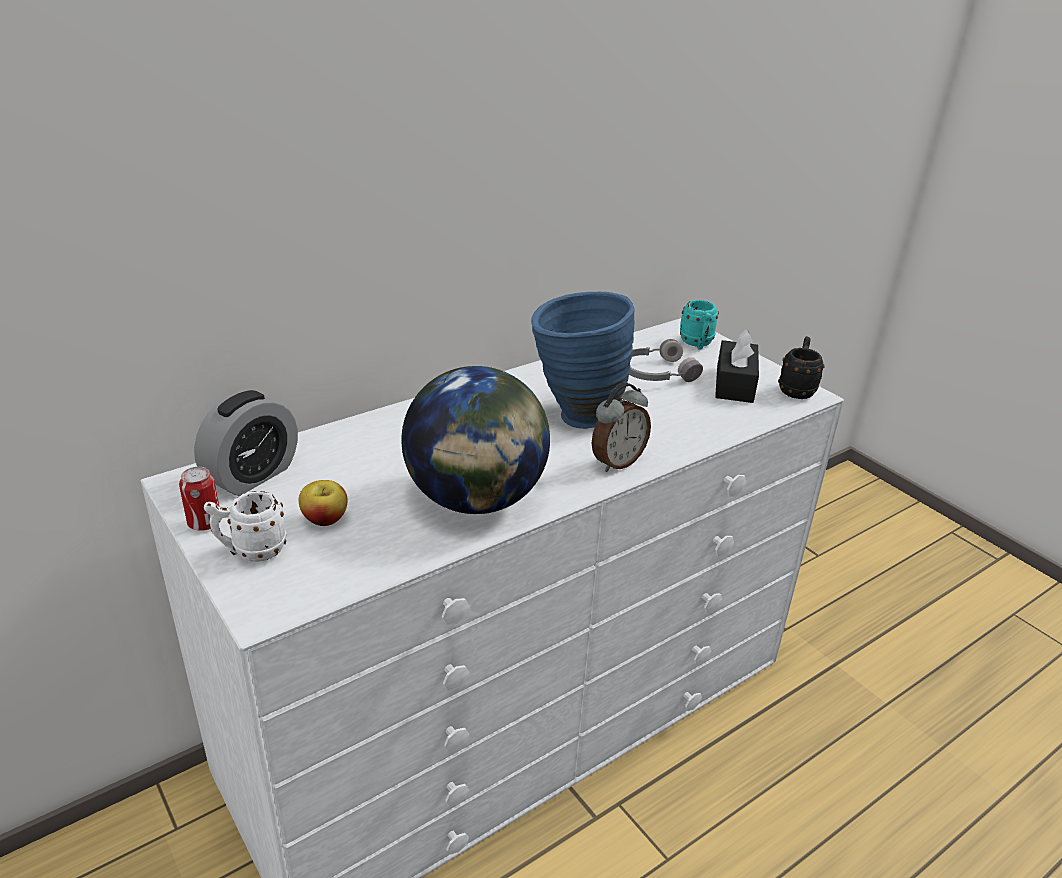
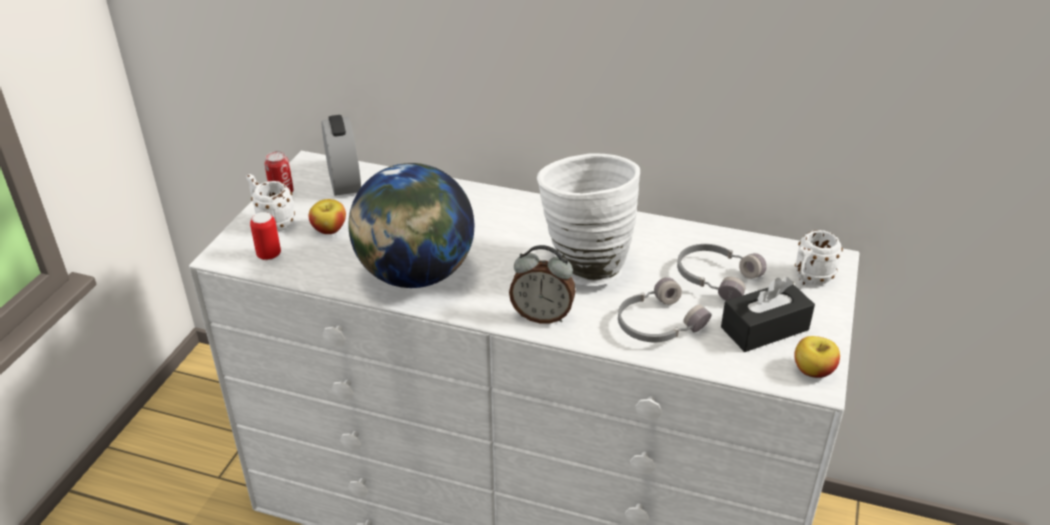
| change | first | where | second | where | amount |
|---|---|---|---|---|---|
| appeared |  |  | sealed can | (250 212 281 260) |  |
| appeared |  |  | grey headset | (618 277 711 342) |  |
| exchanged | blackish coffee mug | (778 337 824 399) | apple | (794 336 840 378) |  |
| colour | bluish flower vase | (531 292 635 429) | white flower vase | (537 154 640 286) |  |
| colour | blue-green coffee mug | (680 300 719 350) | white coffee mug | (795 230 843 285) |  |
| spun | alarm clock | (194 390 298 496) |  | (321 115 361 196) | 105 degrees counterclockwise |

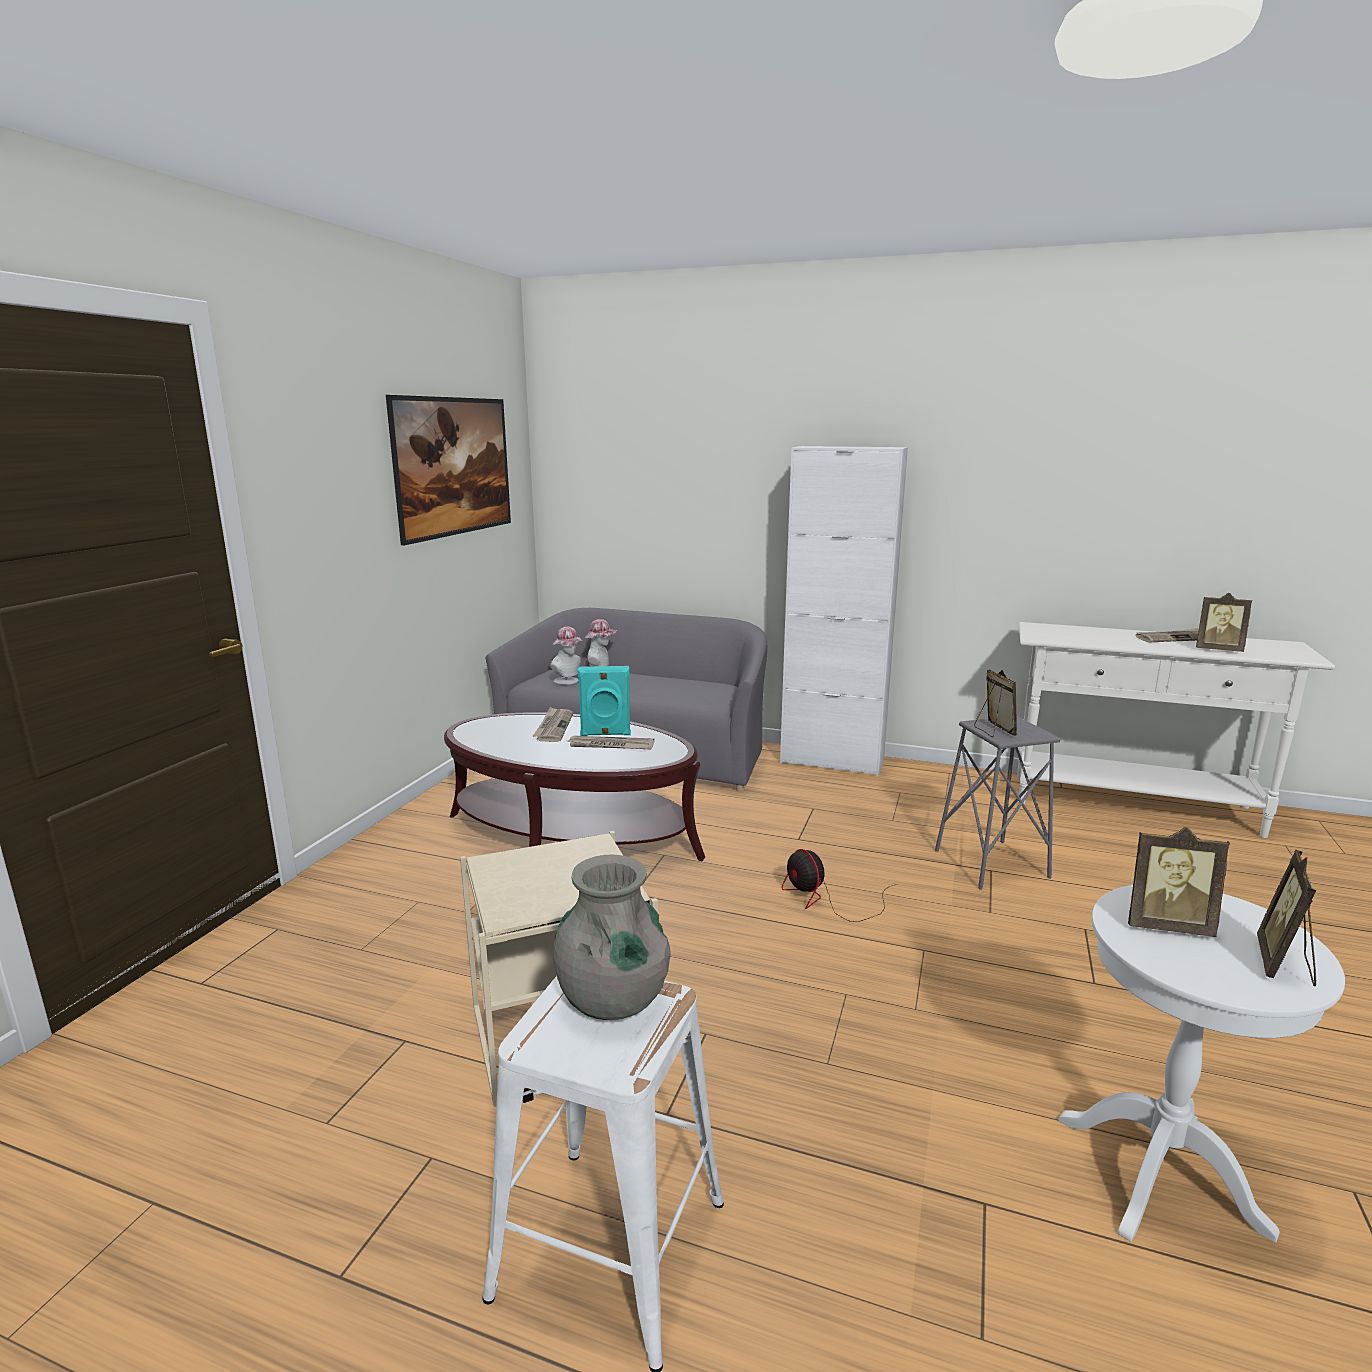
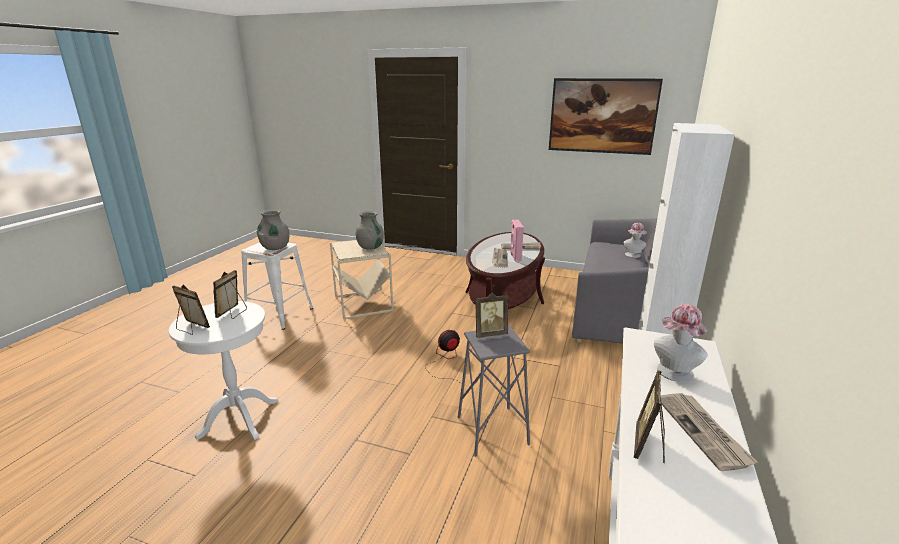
| change | first | where | second | where | amount |
|---|---|---|---|---|---|
| appeared |  |  | grey flower vase | (356 211 384 250) |  |
| relocated | hat | (550 627 582 685) |  | (654 304 708 382) |  |
| colour | blue-green audio speaker | (578 666 631 736) | pink-coloured audio speaker | (510 219 524 262) |  |

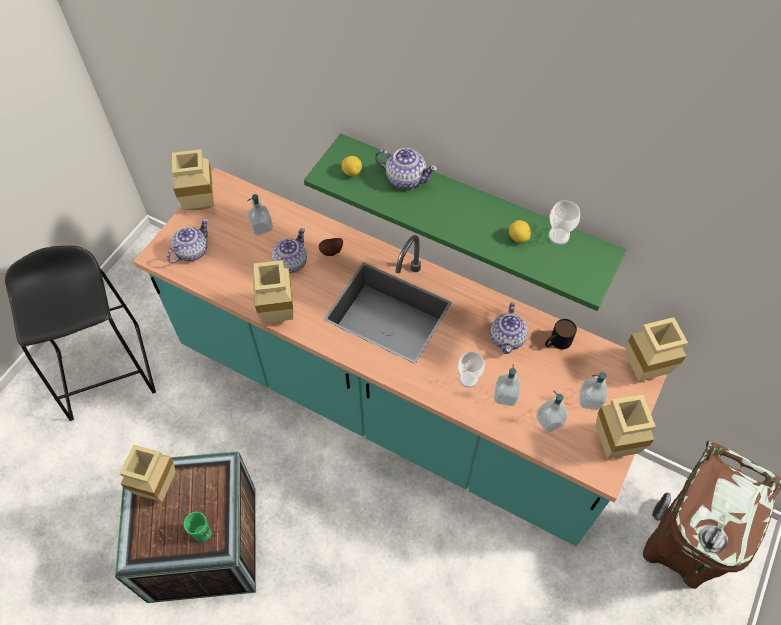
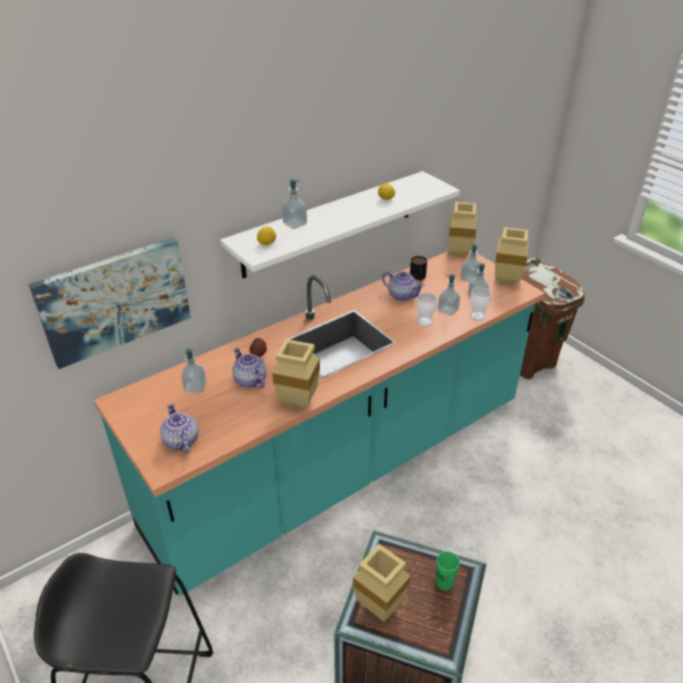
| change | first | where | second | where | amount |
|---|---|---|---|---|---|
| missing | beige-coloured flower vase | (172 149 214 210) |  |  |  |
| appeared |  |  | wall art | (29 237 191 369) |  |
| relocated | drinking cup | (548 200 580 245) |  | (470 287 491 321) |  |
| exchanged | tea pot | (375 148 438 189) | soap dispenser | (282 179 307 229) |  |
| colour | green bracket shelf | (304 134 626 311) | white bracket shelf | (220 171 460 278) |  |

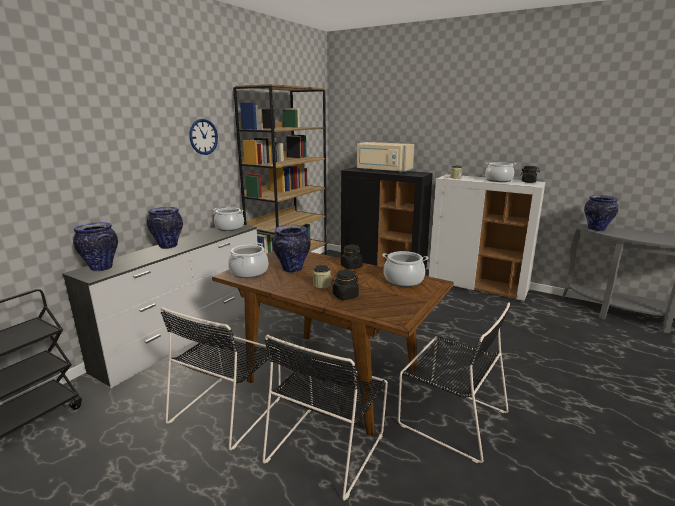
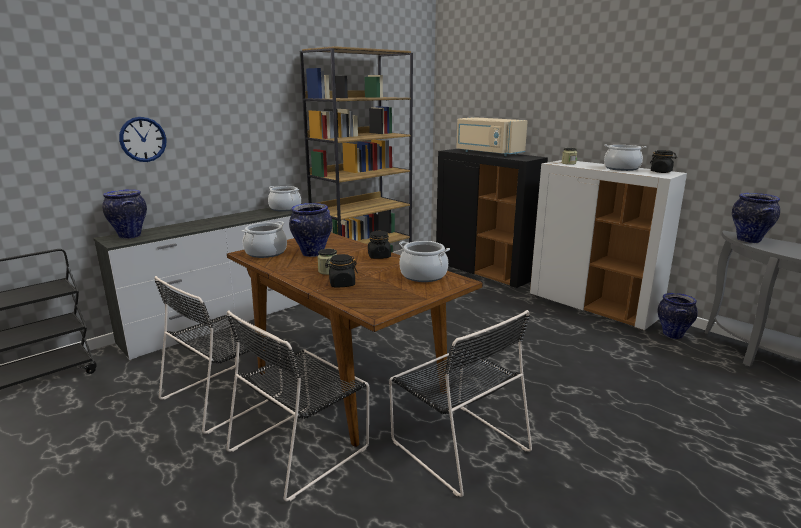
| change | first | where | second | where | amount |
|---|---|---|---|---|---|
| relocated | flower vase | (147 207 183 249) |  | (658 293 698 339) |  |
| relocated | hanging clock | (189 119 218 155) |  | (119 117 166 162) |  |

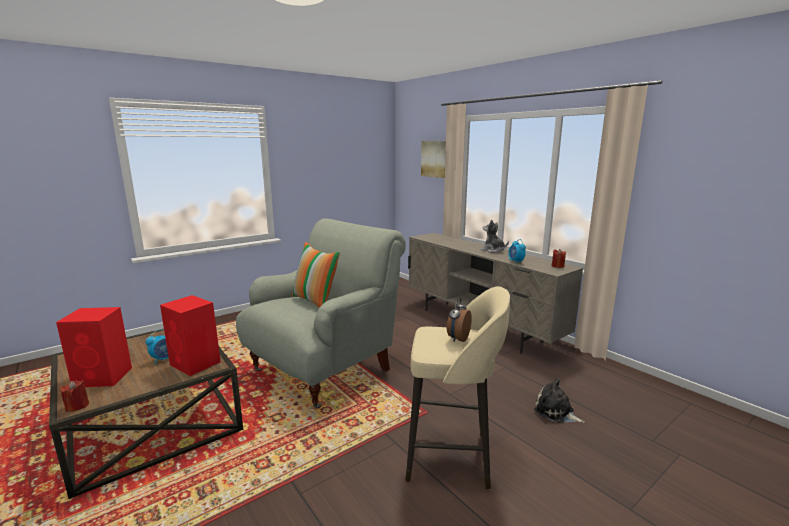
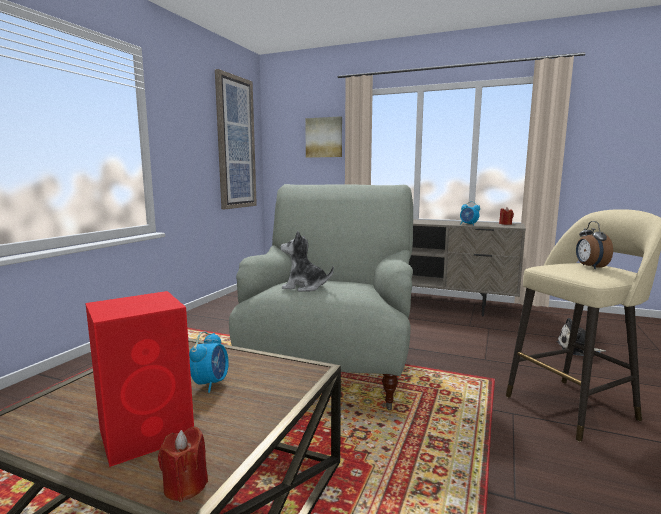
| change | first | where | second | where | amount |
|---|---|---|---|---|---|
| missing | reddish audio speaker | (160 295 221 376) |  |  |  |
| missing | pillow | (292 242 340 308) |  |  |  |
| appeared |  |  | wall art | (215 69 257 209) |  |
| relocated | soft toy | (480 219 509 253) |  | (281 231 334 292) |  |

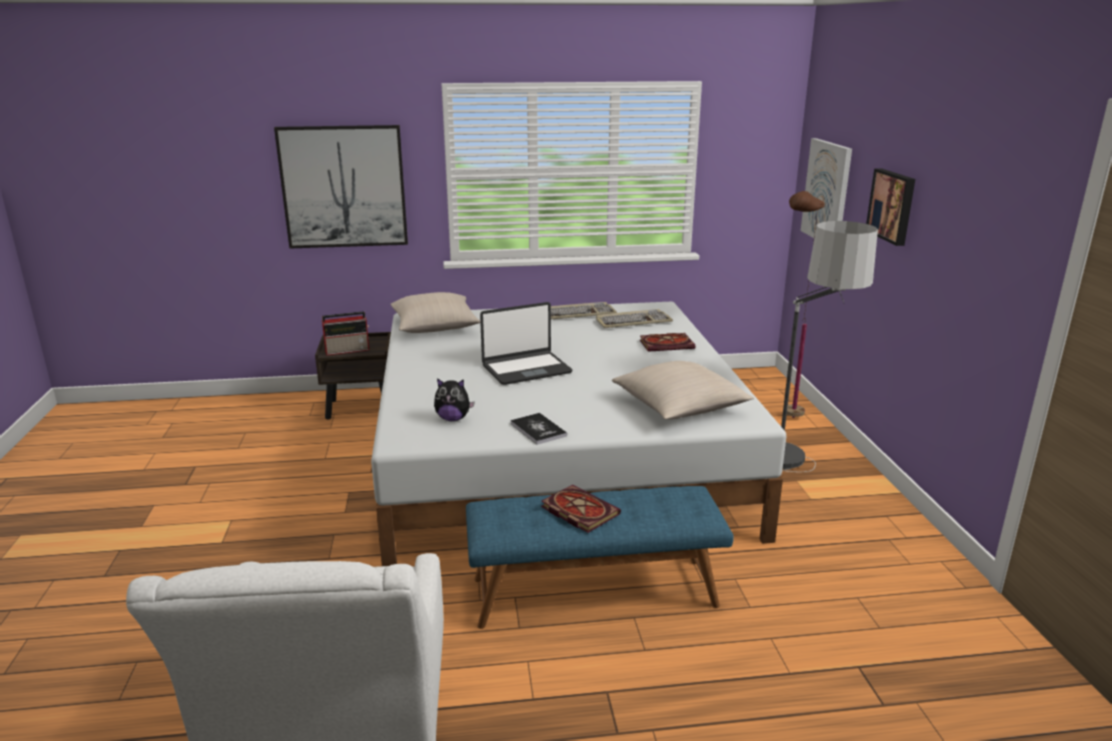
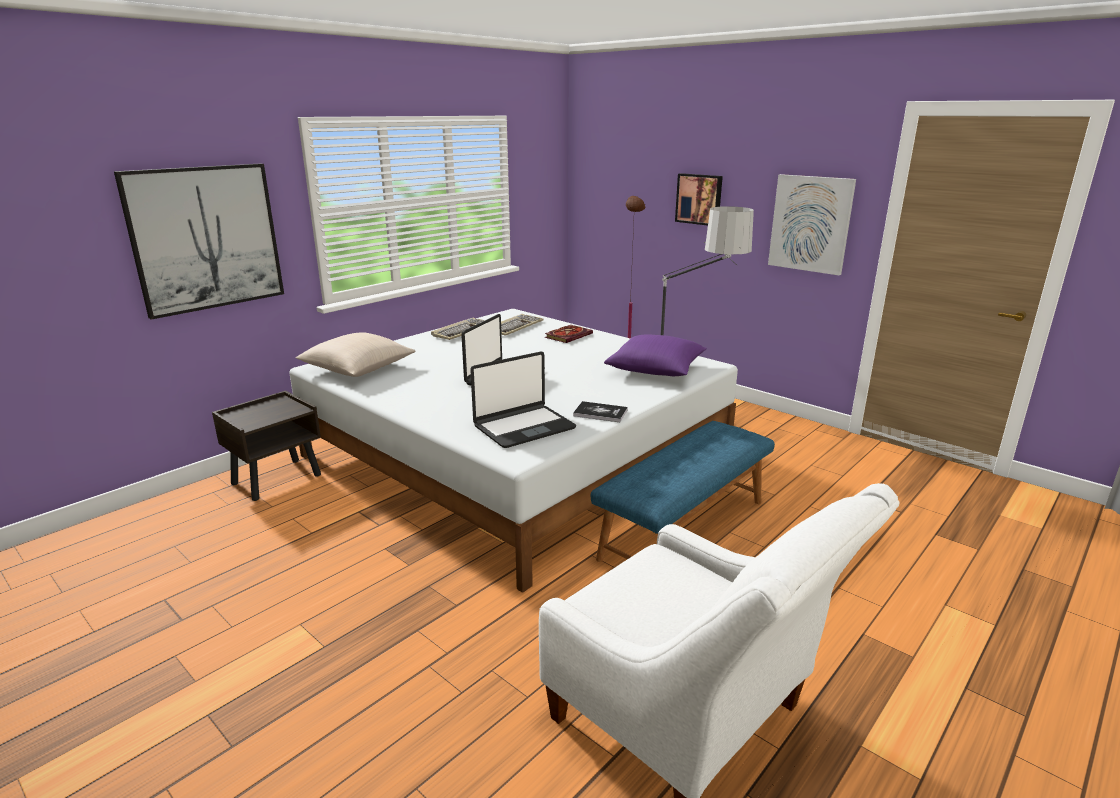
| change | first | where | second | where | amount |
|---|---|---|---|---|---|
| missing | radio receiver | (322 311 369 355) |  |  |  |
| missing | volume | (541 485 621 533) |  |  |  |
| relocated | wall art | (801 138 852 238) |  | (768 174 856 275) |  |
| exchanged | soft toy | (434 378 475 421) | laptop | (470 351 576 448) |  |
| colour | beige-coloured pillow | (612 361 754 419) | purple pillow | (604 335 707 376) |  |

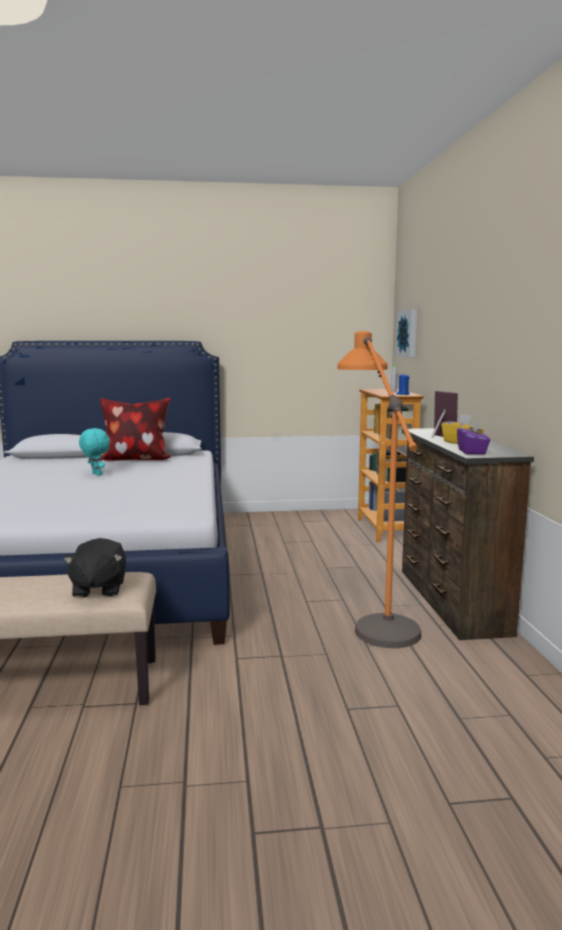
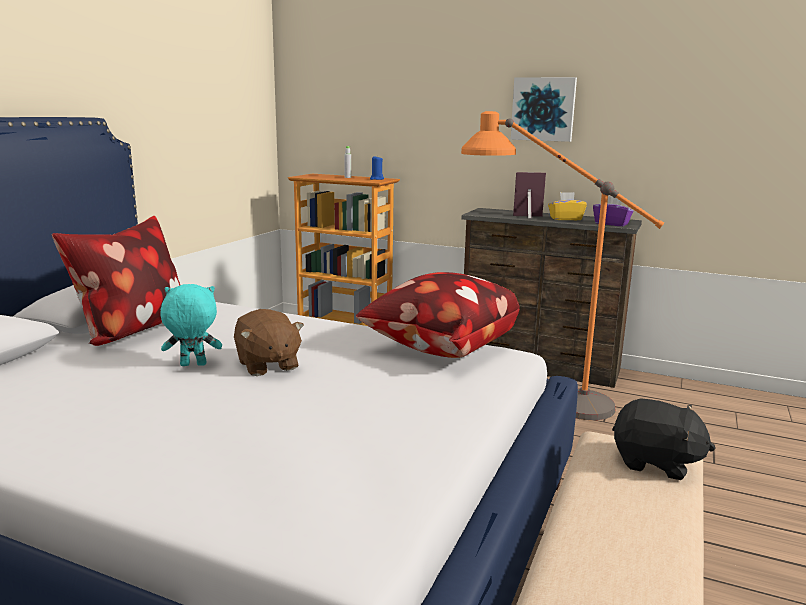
| change | first | where | second | where | amount |
|---|---|---|---|---|---|
| appeared |  |  | brown soft toy | (234 309 304 376) |  |
| appeared |  |  | pillow | (356 272 520 358) |  |
| relocated | wall art | (396 309 417 358) |  | (511 77 577 142) |  |

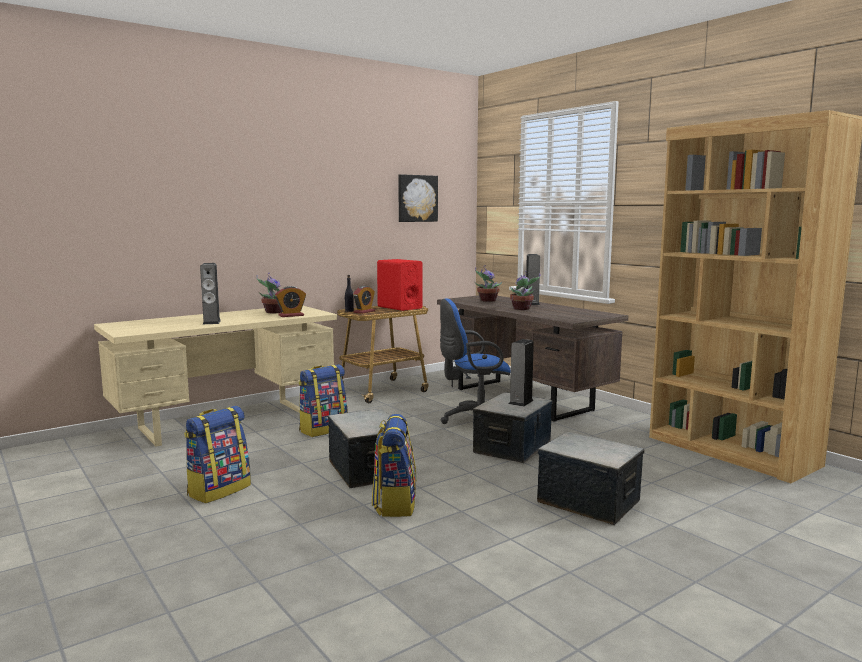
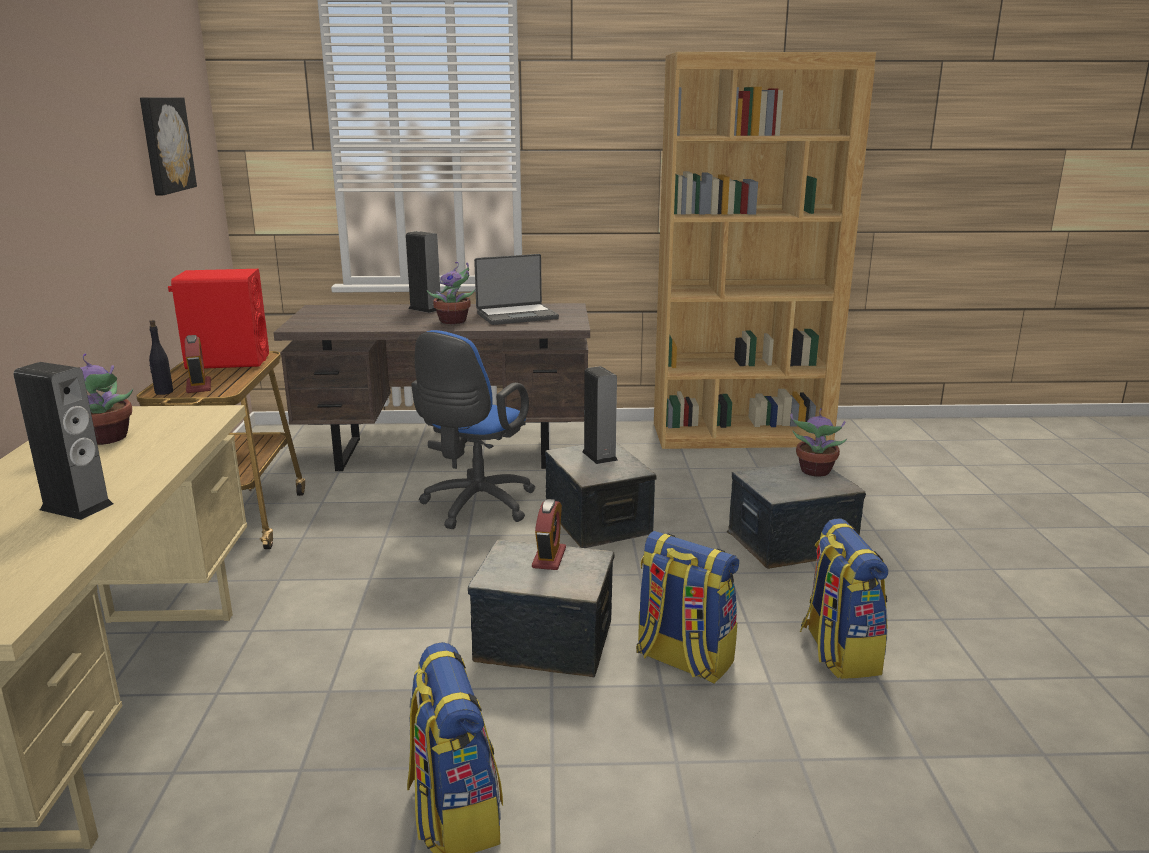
| change | first | where | second | where | amount |
|---|---|---|---|---|---|
| appeared |  |  | laptop | (474 254 559 325) |  |
| relocated | alarm clock | (275 286 306 317) |  | (532 499 566 570) |  |
| relocated | backpack | (299 364 348 437) |  | (800 519 888 679) |  |
| relocated | houseplant | (475 265 503 302) |  | (790 408 848 477) |  |

